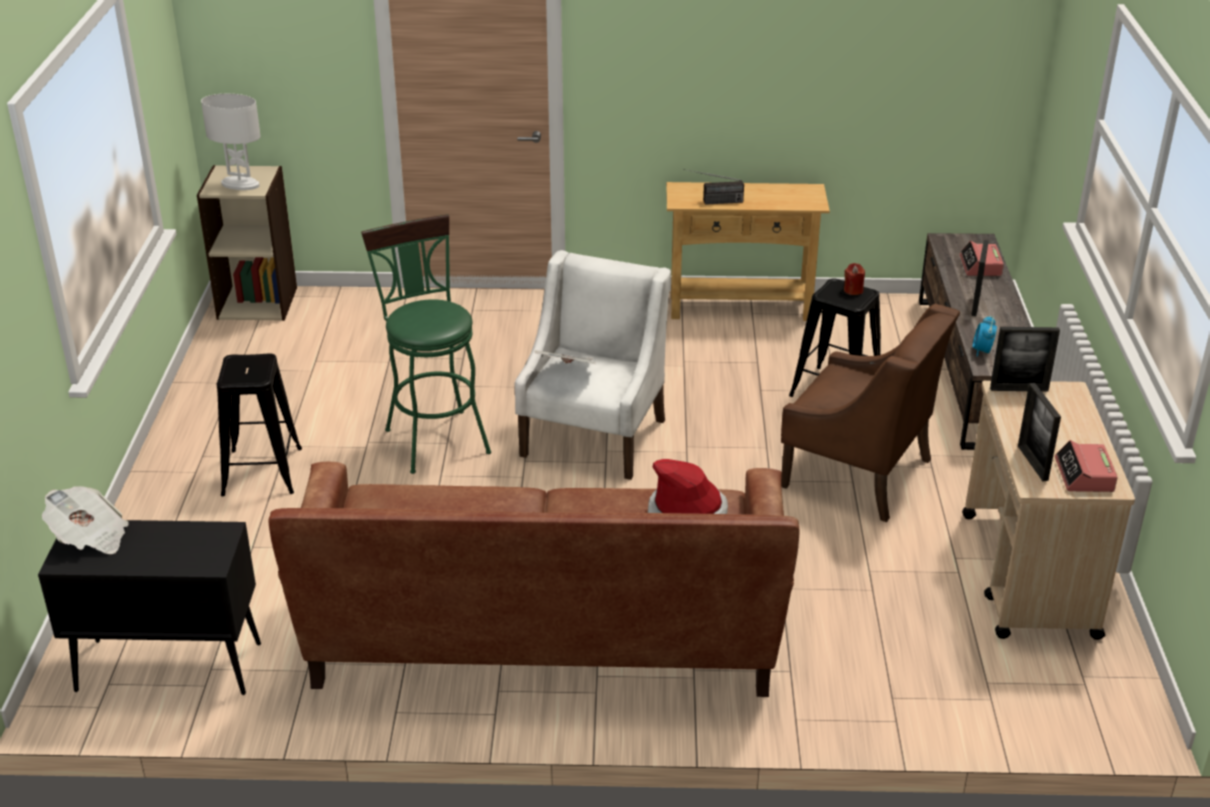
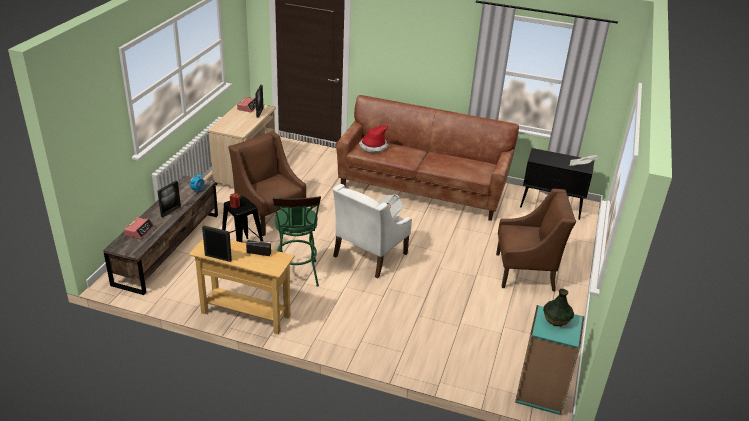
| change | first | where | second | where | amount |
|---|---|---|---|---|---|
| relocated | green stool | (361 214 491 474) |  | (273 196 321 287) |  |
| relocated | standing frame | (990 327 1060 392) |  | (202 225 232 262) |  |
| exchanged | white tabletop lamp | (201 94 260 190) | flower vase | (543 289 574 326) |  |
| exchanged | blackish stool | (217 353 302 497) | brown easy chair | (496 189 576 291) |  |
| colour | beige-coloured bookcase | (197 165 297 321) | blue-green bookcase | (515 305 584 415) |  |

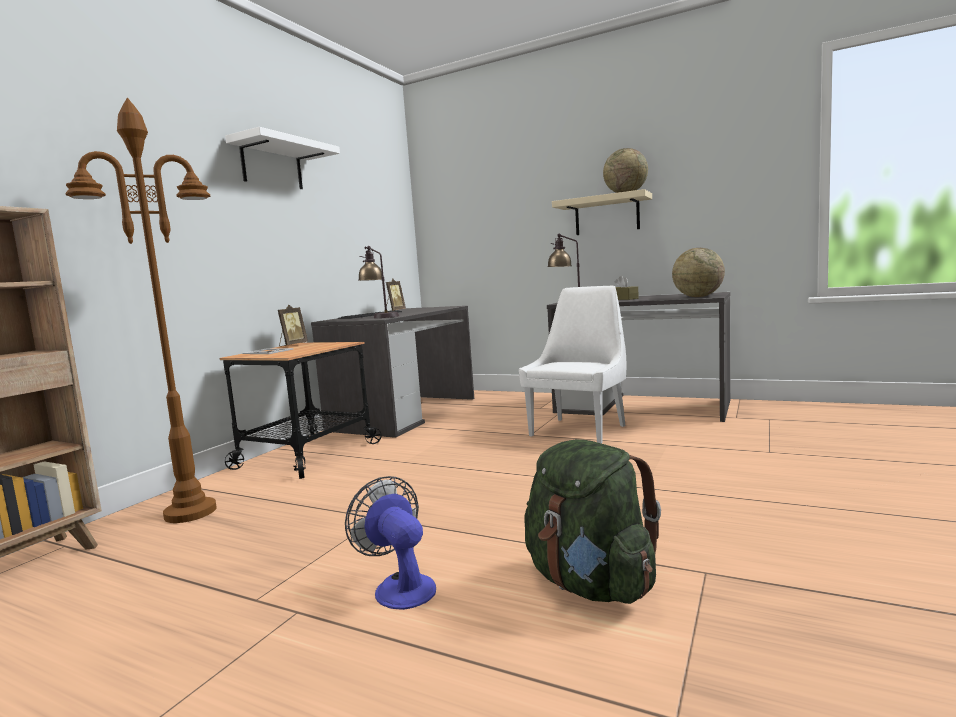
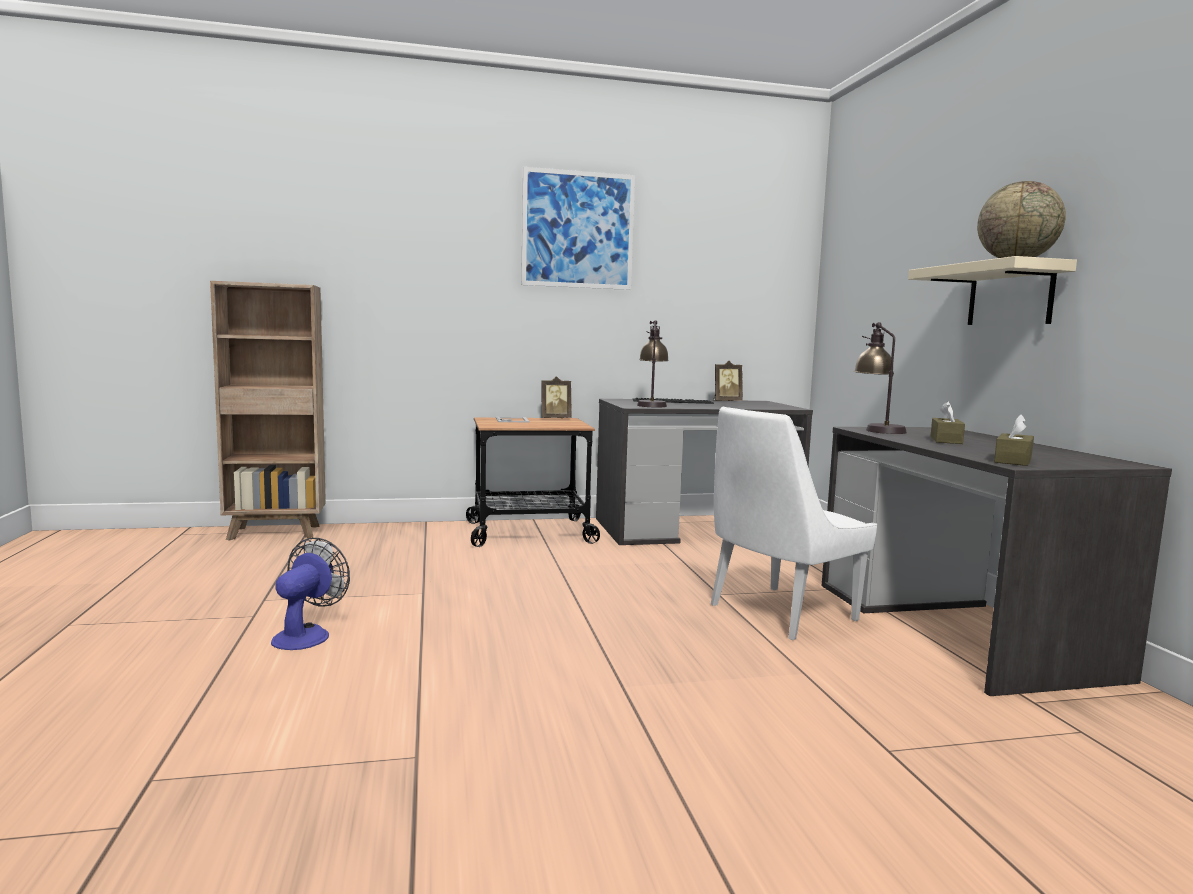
| change | first | where | second | where | amount |
|---|---|---|---|---|---|
| missing | brown floor lamp | (66 98 217 523) |  |  |  |
| missing | green backpack | (524 439 661 604) |  |  |  |
| exchanged | white bracket shelf | (225 127 340 189) | wall art | (521 167 635 290) |  |
| exchanged | globe | (672 248 725 297) | brown box of tissues | (994 414 1034 466) |  |
| spun | white chair | (519 286 626 444) |  | (711 407 877 640) | 150 degrees clockwise |

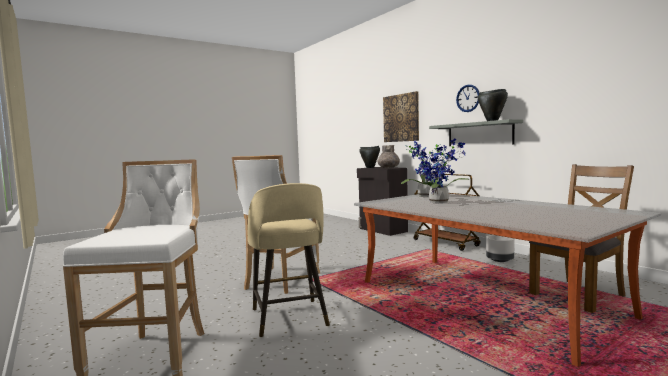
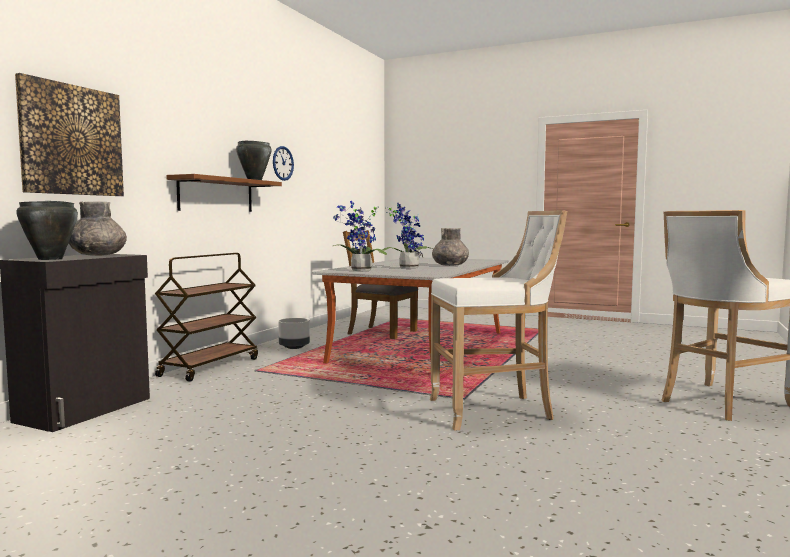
| change | first | where | second | where | amount |
|---|---|---|---|---|---|
| missing | beige-coloured stool | (248 183 330 337) |  |  |  |
| appeared |  |  | grey flower vase | (432 228 469 266) |  |
| relocated | hanging clock | (456 85 480 112) |  | (273 146 294 181) |  |
| colour | grey bracket shelf | (429 119 523 146) | brown bracket shelf | (166 174 282 212) |  |

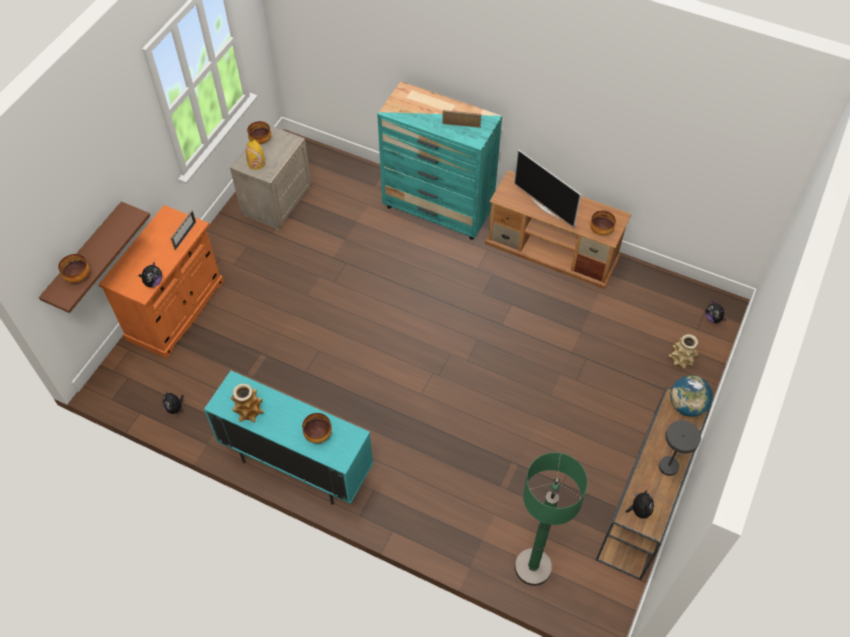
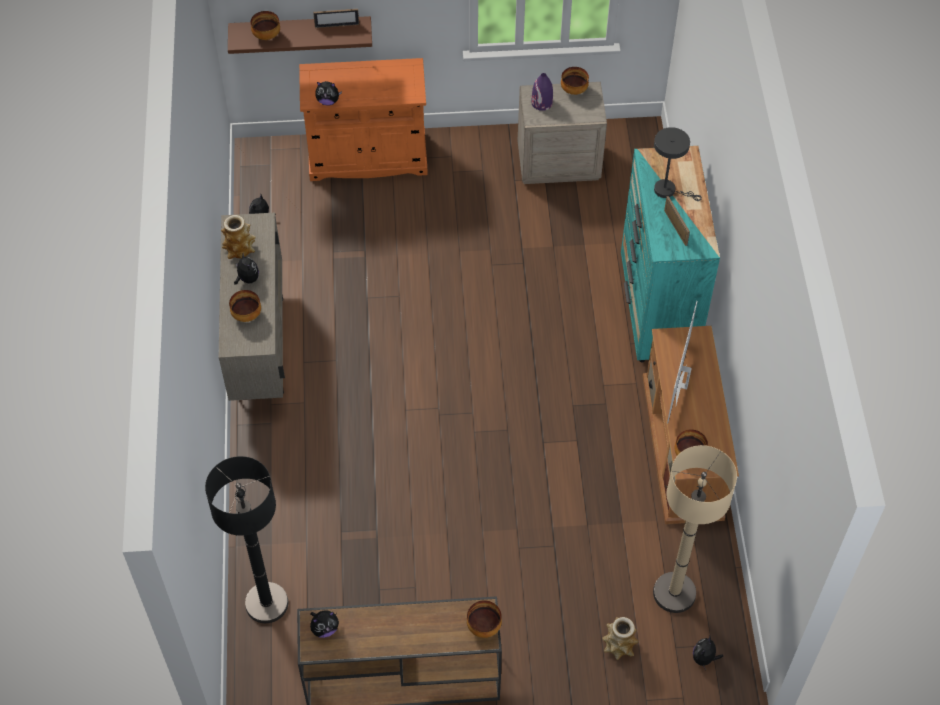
| change | first | where | second | where | amount |
|---|---|---|---|---|---|
| appeared |  |  | soft toy | (234 254 259 285) |  |
| appeared |  |  | beige-coloured floor lamp | (653 445 737 613) |  |
| relocated | standing frame | (170 210 196 250) |  | (313 9 359 28) |  |
| relocated | grey tabletop lamp | (659 420 701 476) |  | (654 127 702 201) |  |
| exchanged | globe | (670 376 713 417) | serving bowl | (467 600 502 638) |  |
| colour | blue-green cabinet | (204 371 373 505) | beige-coloured cabinet | (219 213 285 401) |  |
| colour | yellow-coloured flower vase | (246 138 265 170) | purple flower vase | (532 73 553 111) |  |
| colour | green floor lamp | (515 452 588 586) | blackish floor lamp | (205 456 288 623) |  |

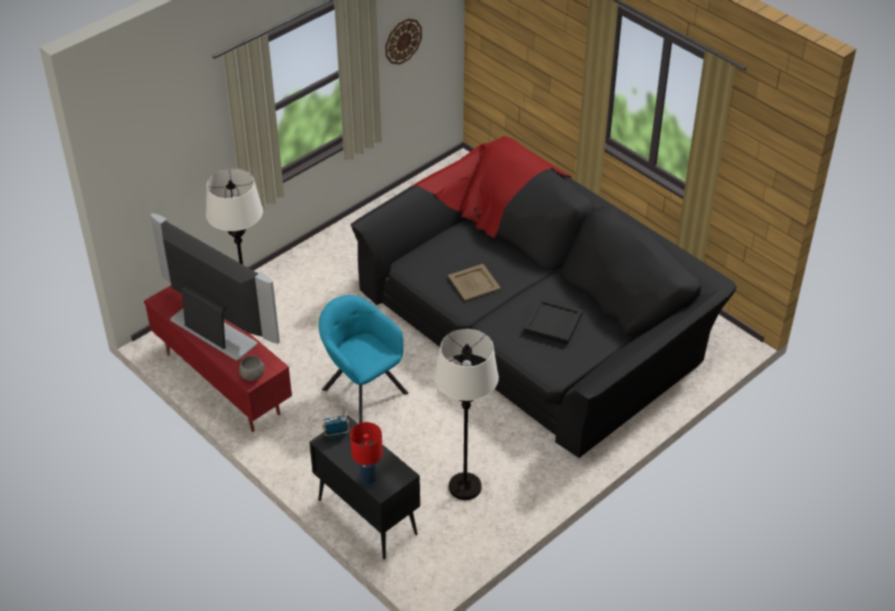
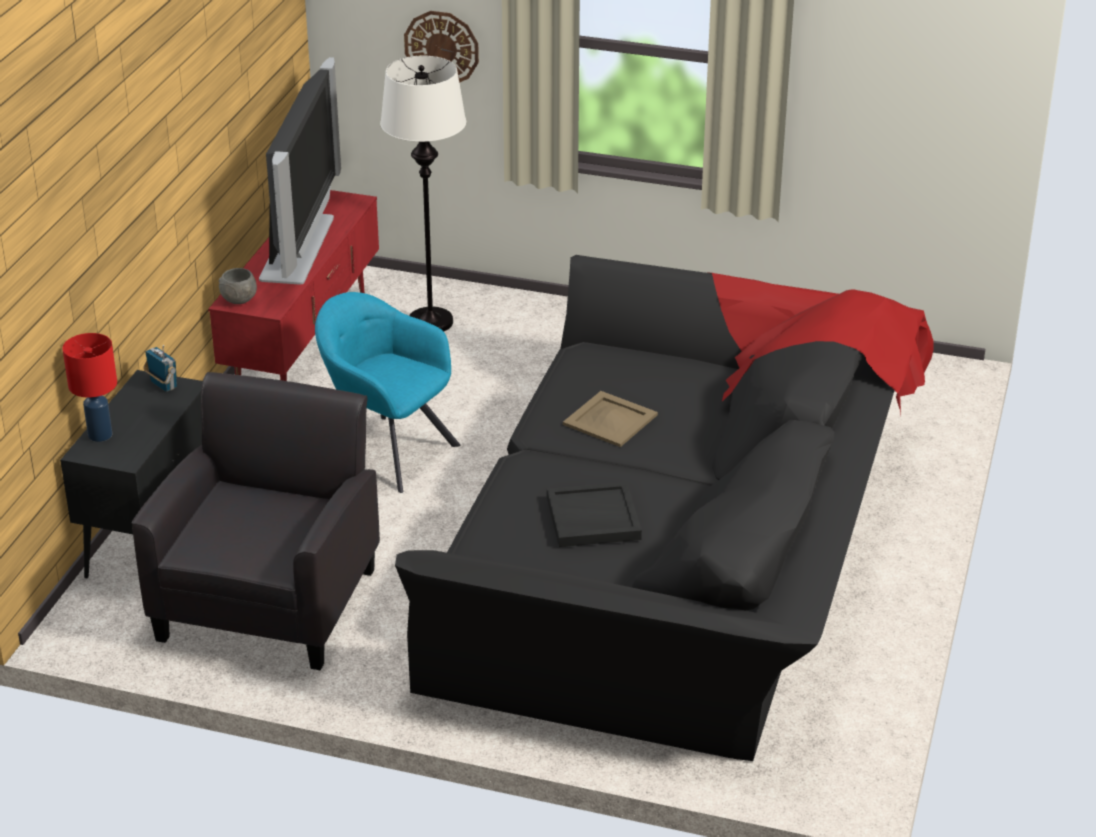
| change | first | where | second | where | amount |
|---|---|---|---|---|---|
| relocated | hanging clock | (385 19 422 65) |  | (404 11 479 83) |  |
| exchanged | white floor lamp | (435 329 499 500) | blackish easy chair | (132 372 380 670) |  |
| spun | blue-green easy chair | (319 295 409 423) |  | (315 292 460 493) | 75 degrees counterclockwise |

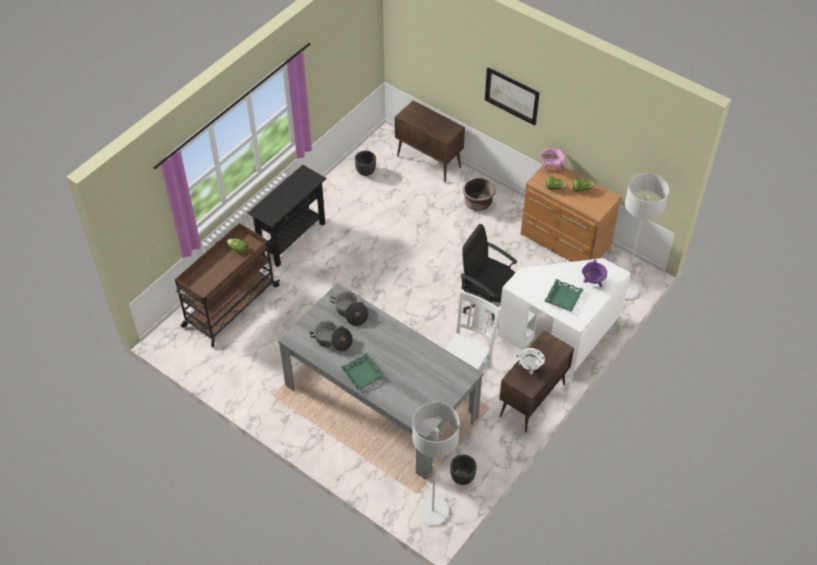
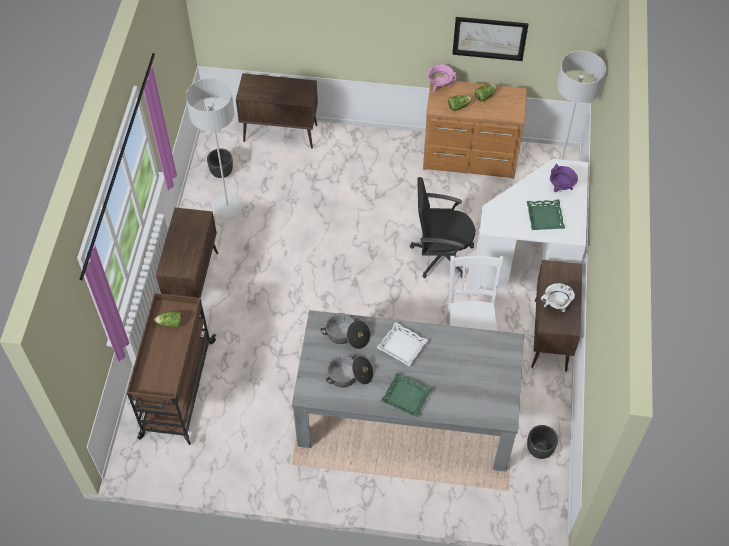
| change | first | where | second | where | amount |
|---|---|---|---|---|---|
| missing | brown planter | (463 178 495 211) |  |  |  |
| appeared |  |  | white tray | (377 322 428 366) |  |
| relocated | grey floor lamp | (412 402 460 525) |  | (186 78 243 218) |  |
| relocated | wall art | (485 67 540 126) |  | (452 17 528 61) |  |
| exchanged | blackish hall table | (248 165 326 267) | brown cabinet | (156 208 218 317) |  |

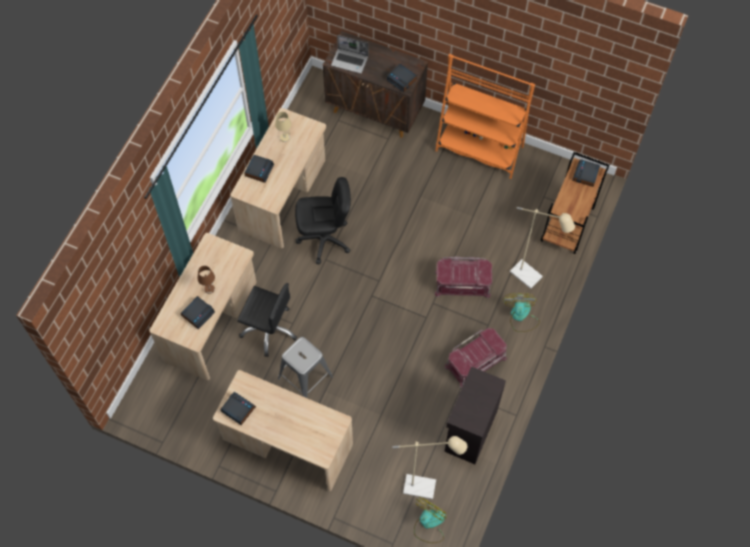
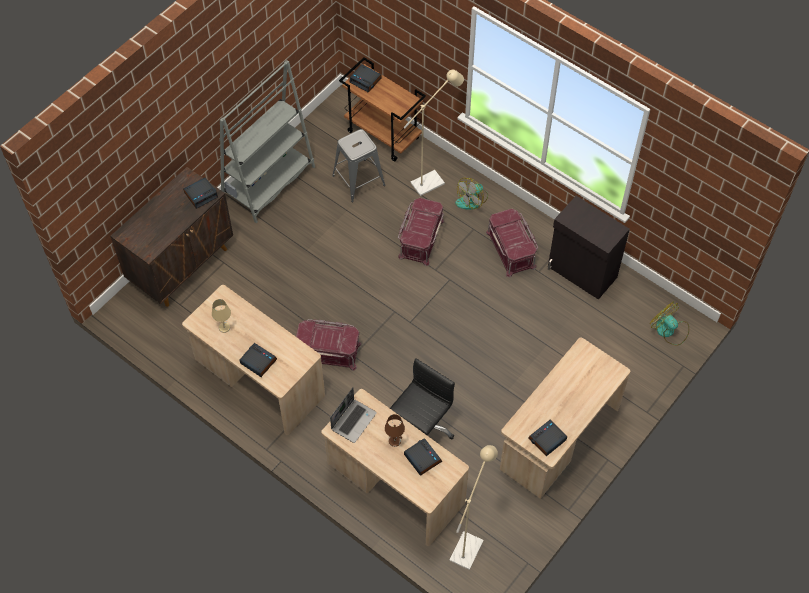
| change | first | where | second | where | amount |
|---|---|---|---|---|---|
| relocated | grey stool | (278 337 333 398) |  | (332 129 385 202) |  |
| relocated | laptop | (331 35 368 74) |  | (330 387 377 443) |  |
| relocated | beige-coloured floor lamp | (392 436 467 499) |  | (449 445 498 570) |  |
| exchanged | blackish office chair | (295 177 351 265) | reddish storage container | (296 319 362 371) |  |
| colour | orange bookcase | (435 54 535 179) | grey bookcase | (219 60 315 223) |  |
| spun | cooling fan | (503 293 540 332) |  | (455 178 488 210) | 60 degrees counterclockwise |

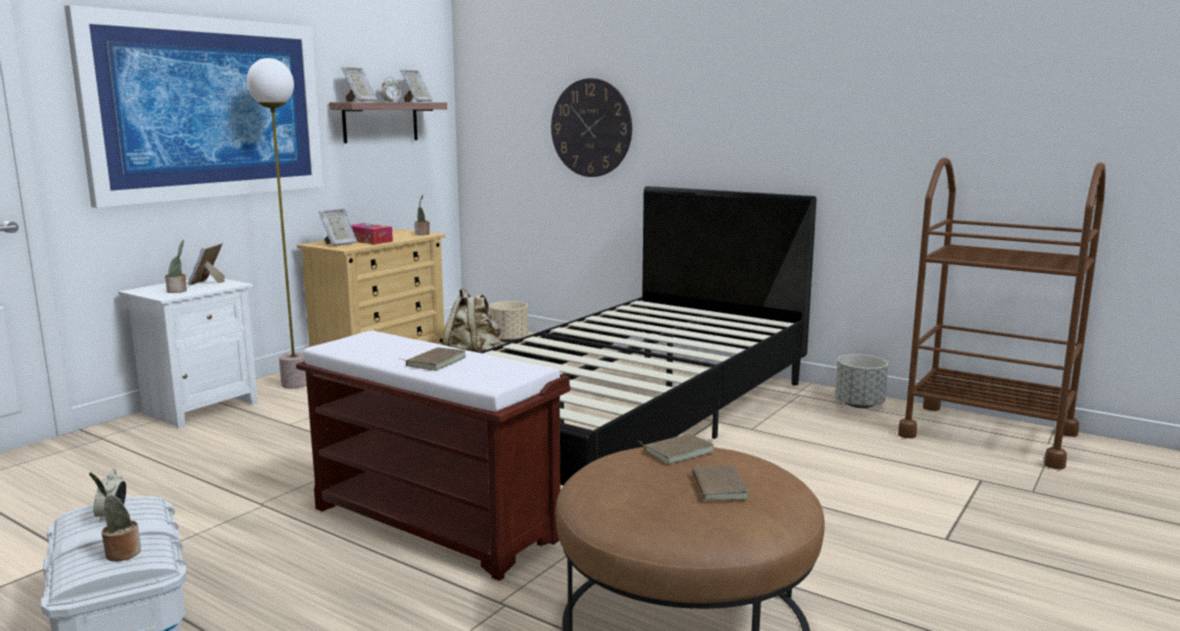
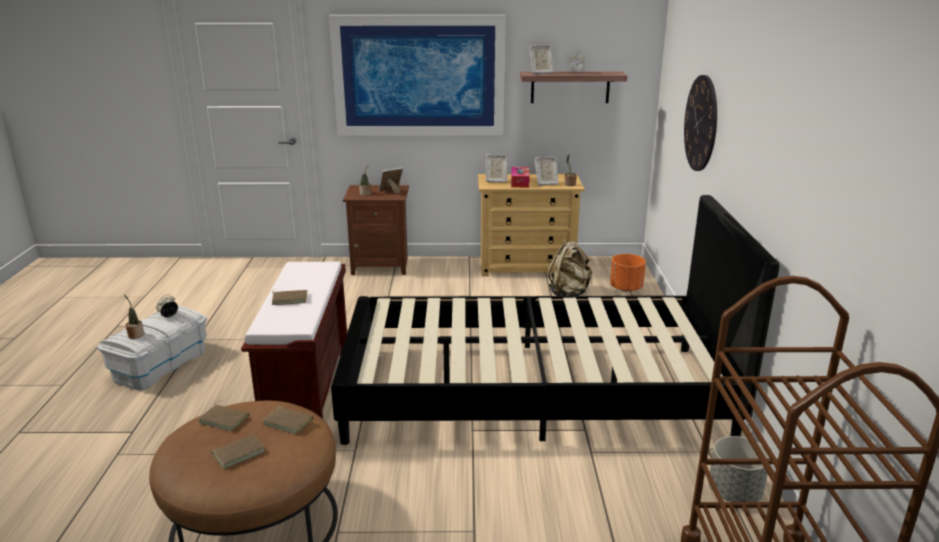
| change | first | where | second | where | amount |
|---|---|---|---|---|---|
| missing | floor lamp | (247 58 307 389) |  |  |  |
| appeared |  |  | brown volume | (198 400 249 432) |  |
| relocated | standing frame | (401 70 433 102) |  | (534 157 558 186) |  |
| colour | white bedside table | (118 276 258 429) | brown bedside table | (343 185 409 275) |  |
| colour | beige-coloured planter | (489 301 528 342) | orange planter | (610 254 646 292) |  |

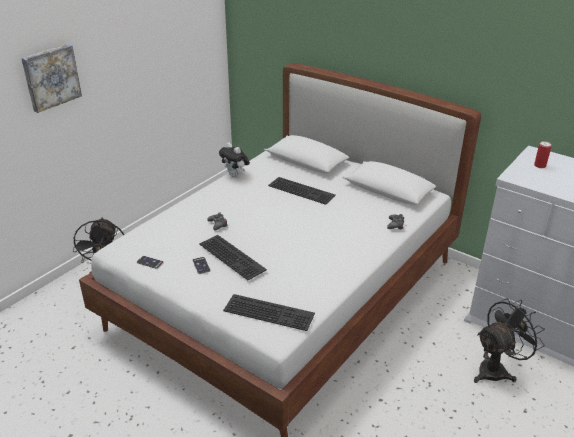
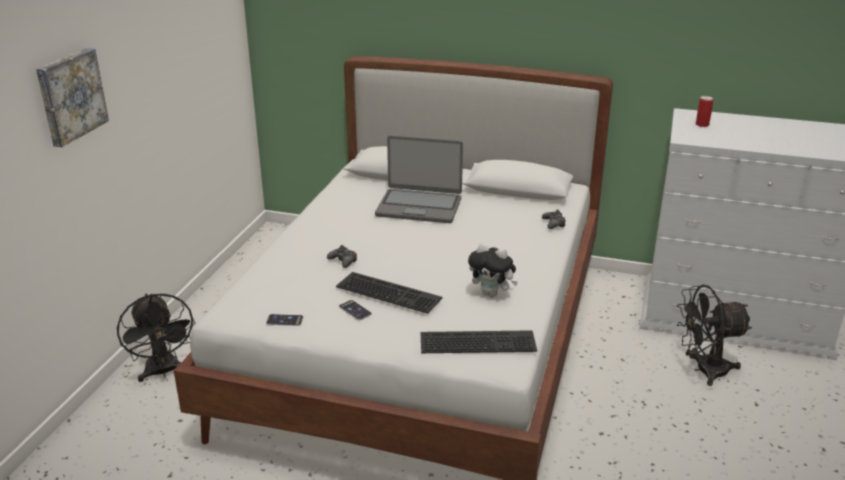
| change | first | where | second | where | amount |
|---|---|---|---|---|---|
| relocated | soft toy | (219 142 250 177) |  | (468 243 518 297) |  |
| exchanged | computer keyboard | (268 177 336 205) | laptop | (375 136 463 223) |  |
| spun | blackish cooling fan | (474 298 545 383) |  | (677 285 752 386) | 135 degrees counterclockwise |

